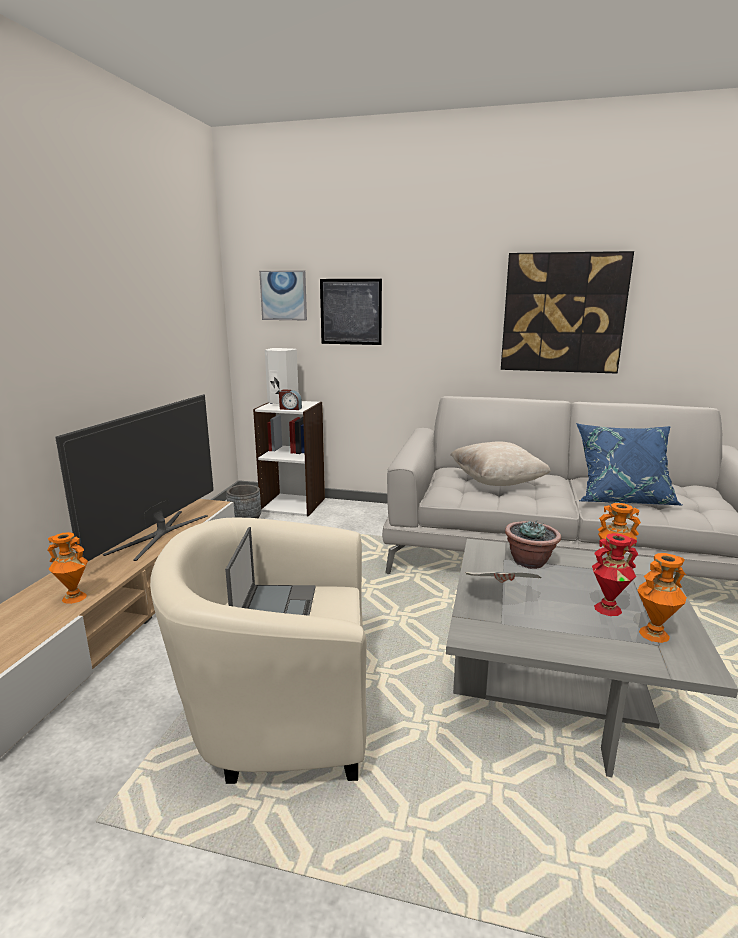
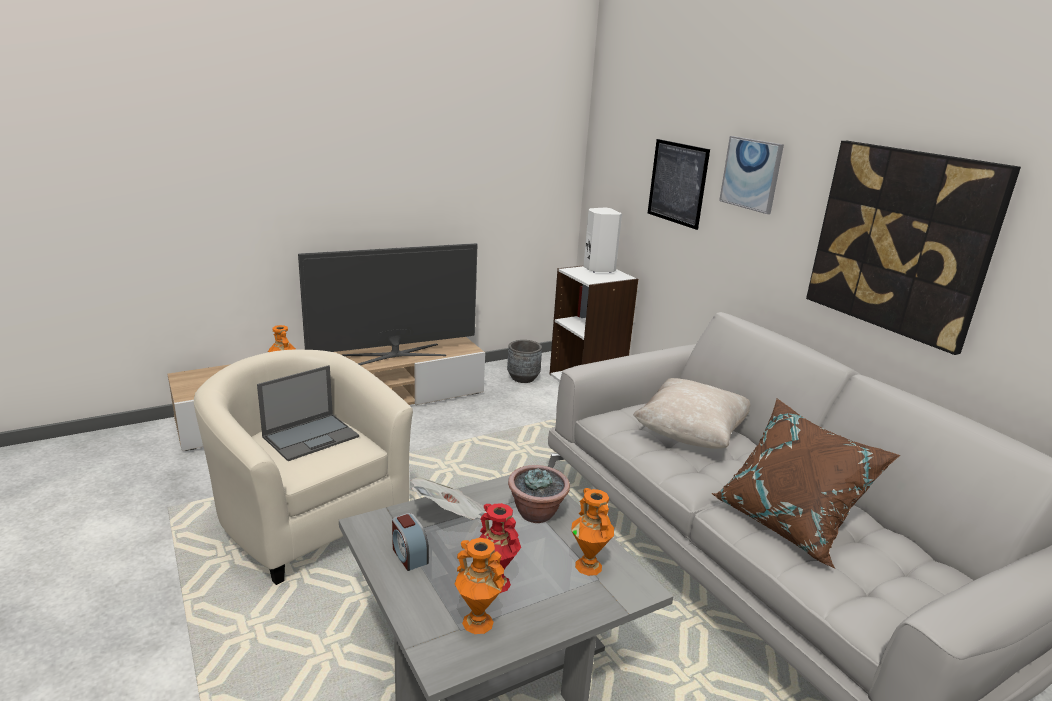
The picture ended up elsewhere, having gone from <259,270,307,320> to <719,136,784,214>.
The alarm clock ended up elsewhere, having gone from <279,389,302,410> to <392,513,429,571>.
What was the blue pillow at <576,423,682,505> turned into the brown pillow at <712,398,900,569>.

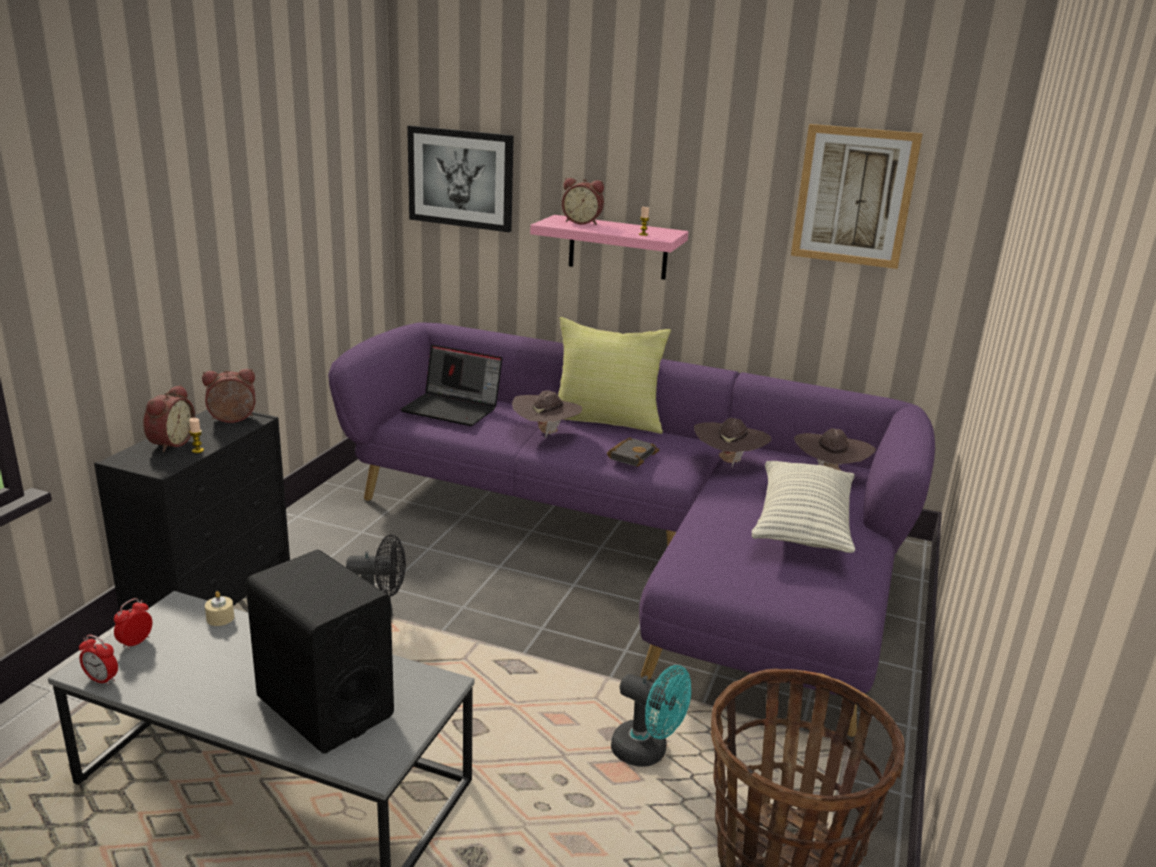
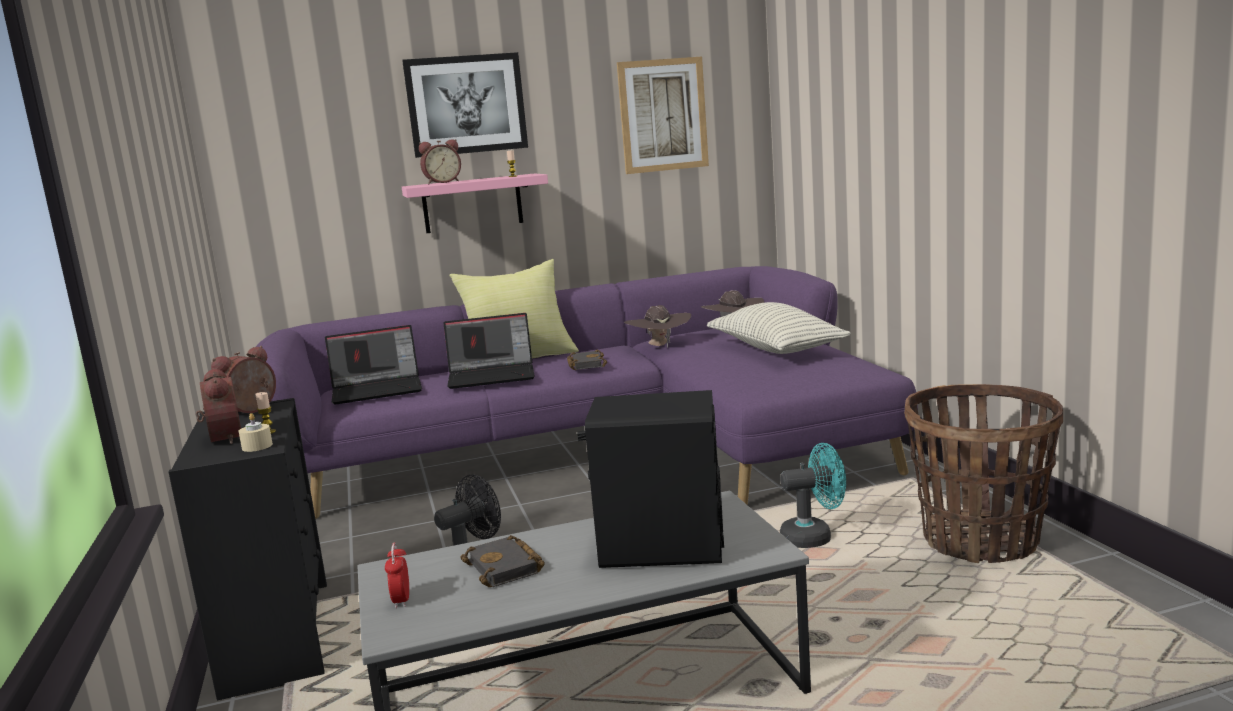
The second view lost the alarm clock at <79,635,118,685>.
The second view gained the black book at <460,535,545,587>.
The beige candle ended up elsewhere, having gone from <205,591,234,626> to <239,413,273,452>.
The picture ended up elsewhere, having gone from <407,125,514,232> to <402,52,528,158>.
Where the brown hat stood at <512,390,582,438>, the laptop came to stand at <444,313,535,389>.

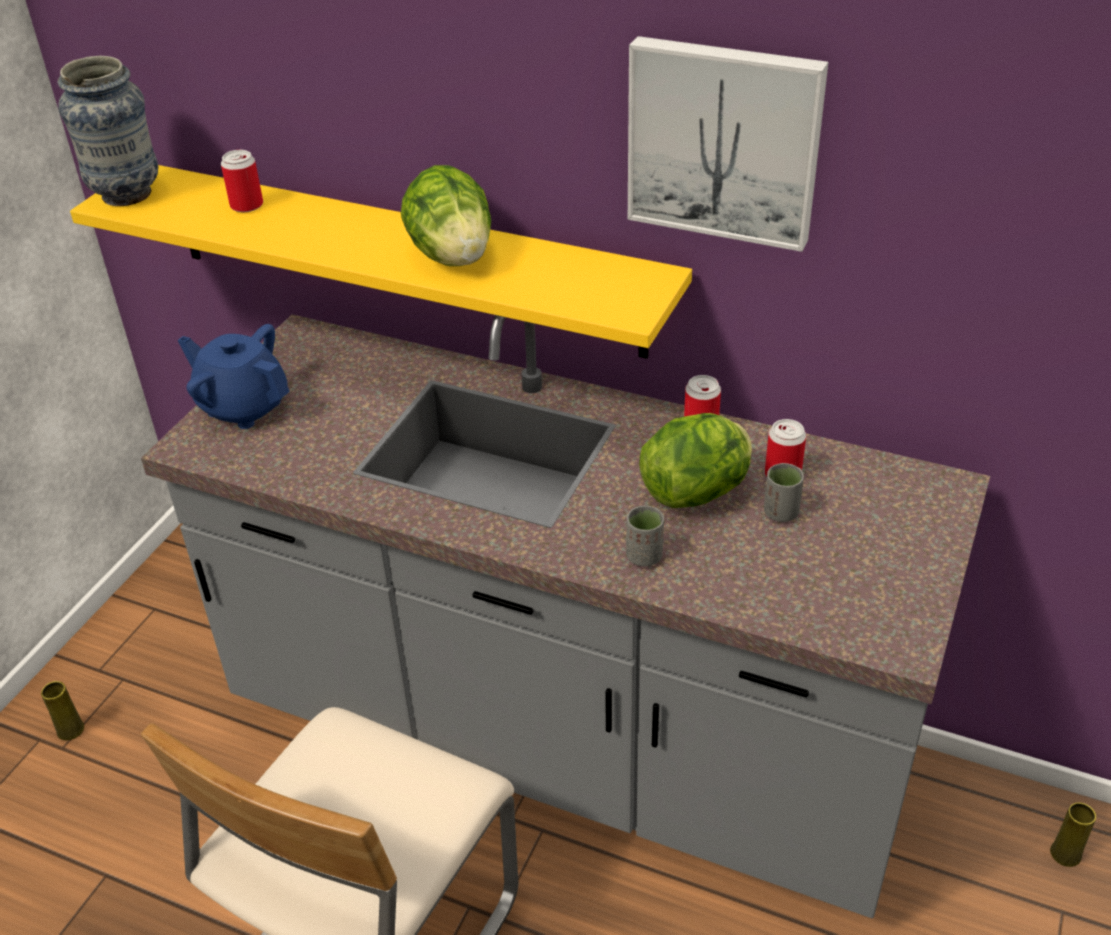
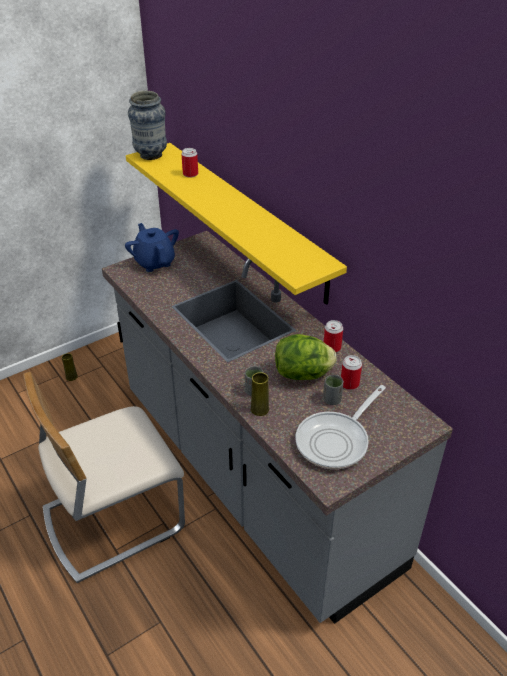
The second view lost the lettuce at <401,165,491,266>.
The second view lost the picture at <628,36,829,252>.
The second view gained the frying pan at <296,385,386,469>.
The yellow vase ended up elsewhere, having gone from <1050,802,1096,867> to <251,372,269,416>.

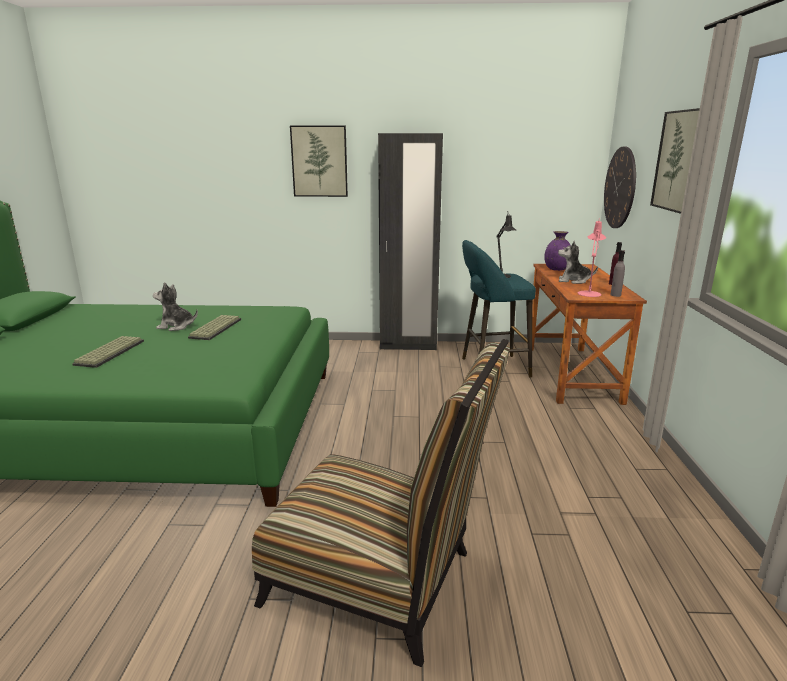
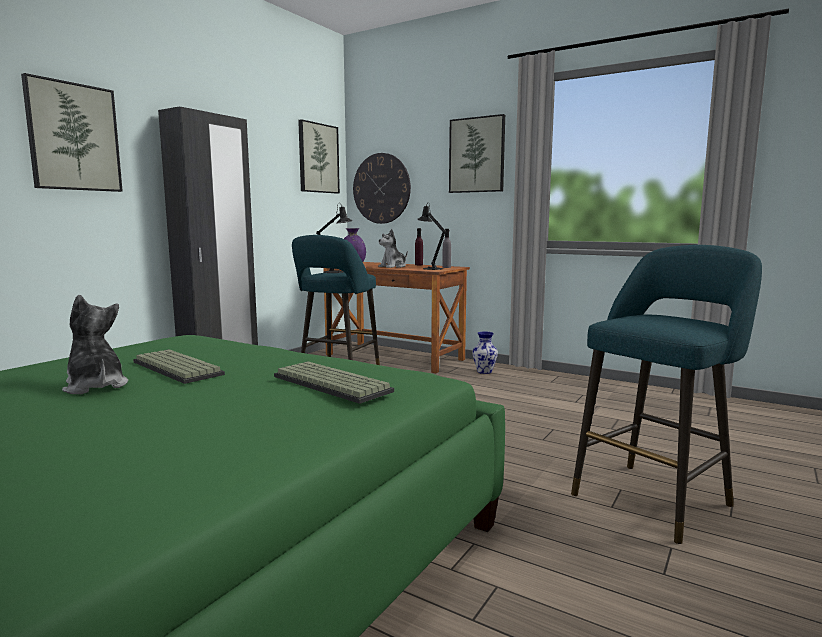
The second view gained the picture at <298,119,340,193>.
The second view gained the vase at <472,331,498,374>.
The keyboard ended up elsewhere, having gone from <72,336,144,368> to <274,361,394,404>.
Where the chair stood at <252,339,510,667>, the turquoise stool came to stand at <571,245,762,544>.
What was the pink table lamp at <578,220,606,297> turned into the black table lamp at <417,202,446,270>.
The plush toy at <153,282,198,331> ended up facing another way, 105 degrees clockwise from before.

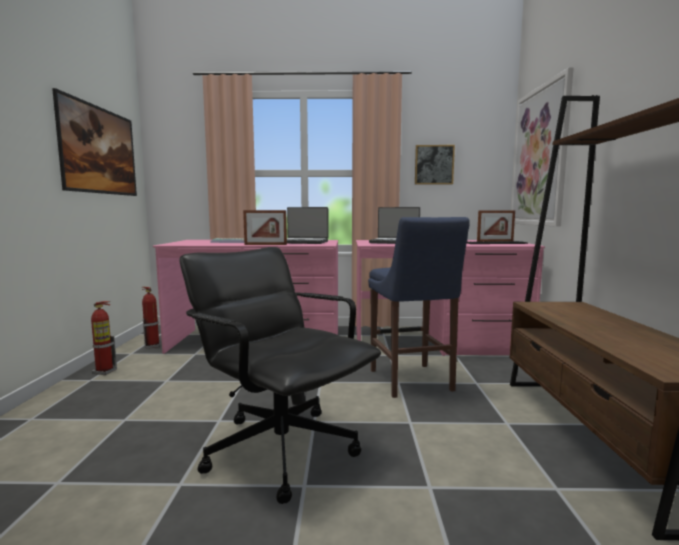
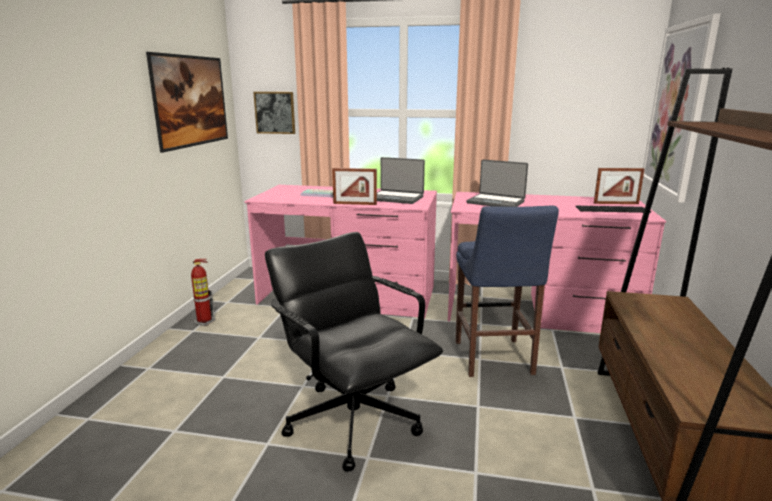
The second view lost the fire extinguisher at <142,287,160,349>.
The picture ended up elsewhere, having gone from <415,145,455,184> to <253,92,295,134>.

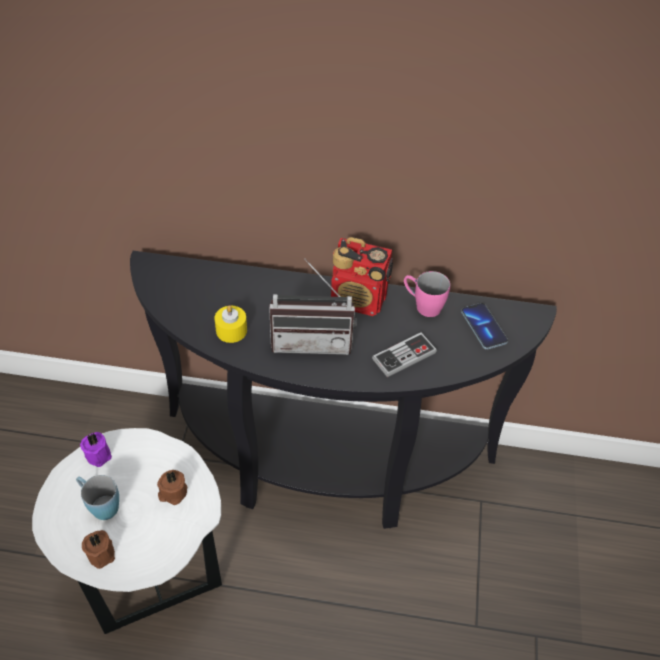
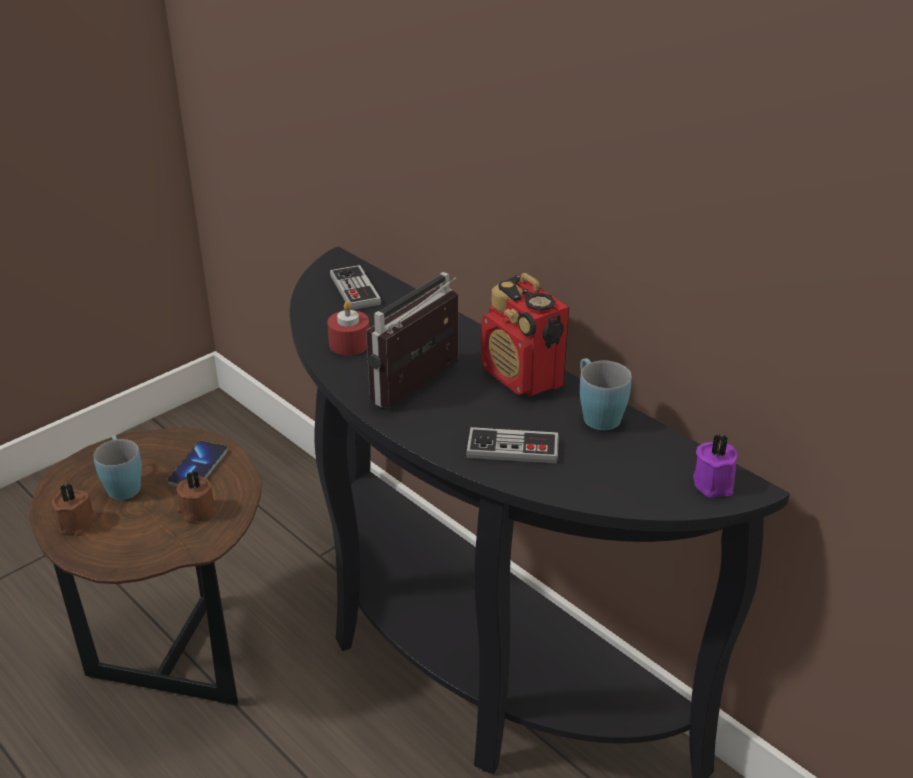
The second view gained the game controller at <330,265,381,310>.
The purple candle ended up elsewhere, having gone from <80,432,112,467> to <693,434,738,498>.
The phone ended up elsewhere, having gone from <461,303,508,349> to <167,441,228,486>.
What was the white side table at <32,428,222,634> turned into the brown side table at <29,427,262,706>.
What was the yellow candle at <215,305,247,343> turned into the red candle at <327,301,370,355>.
What was the pink mug at <404,271,450,317> turned into the blue mug at <580,358,632,430>.
The radio at <269,258,356,355> ended up facing another way, 90 degrees clockwise from before.

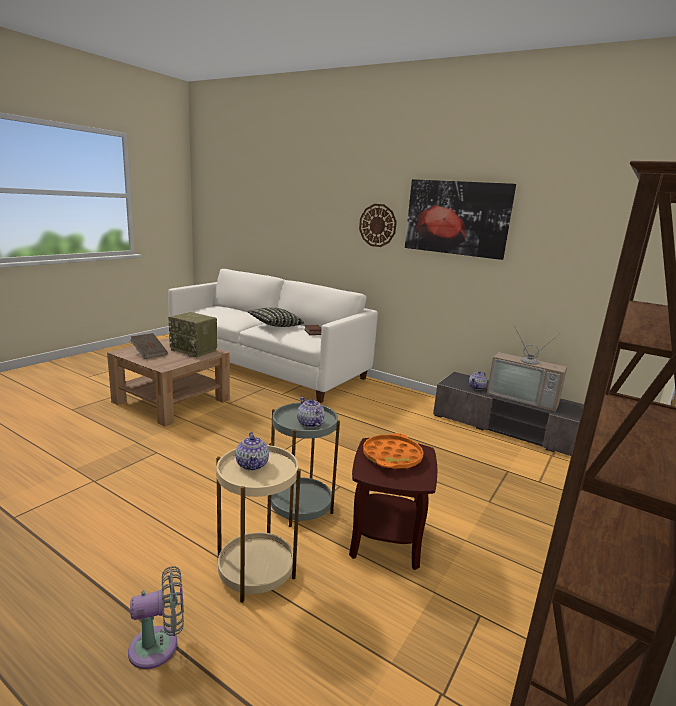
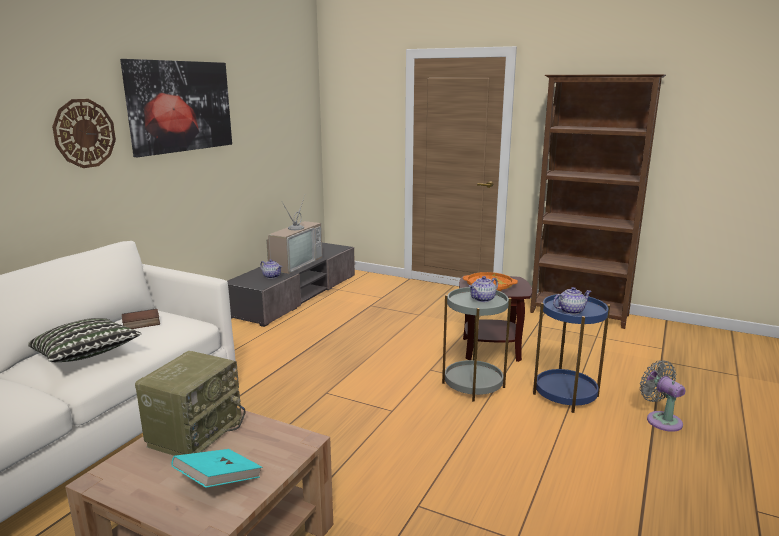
What was the brown book at <130,333,168,359> turned into the turquoise book at <172,449,262,488>.
What was the beige side table at <216,443,301,603> turned into the blue side table at <533,294,610,413>.

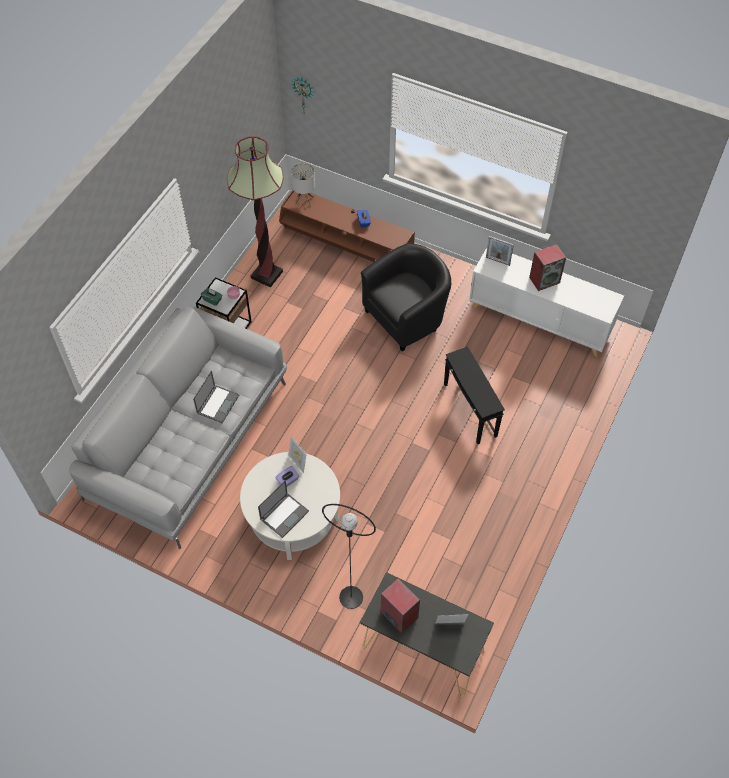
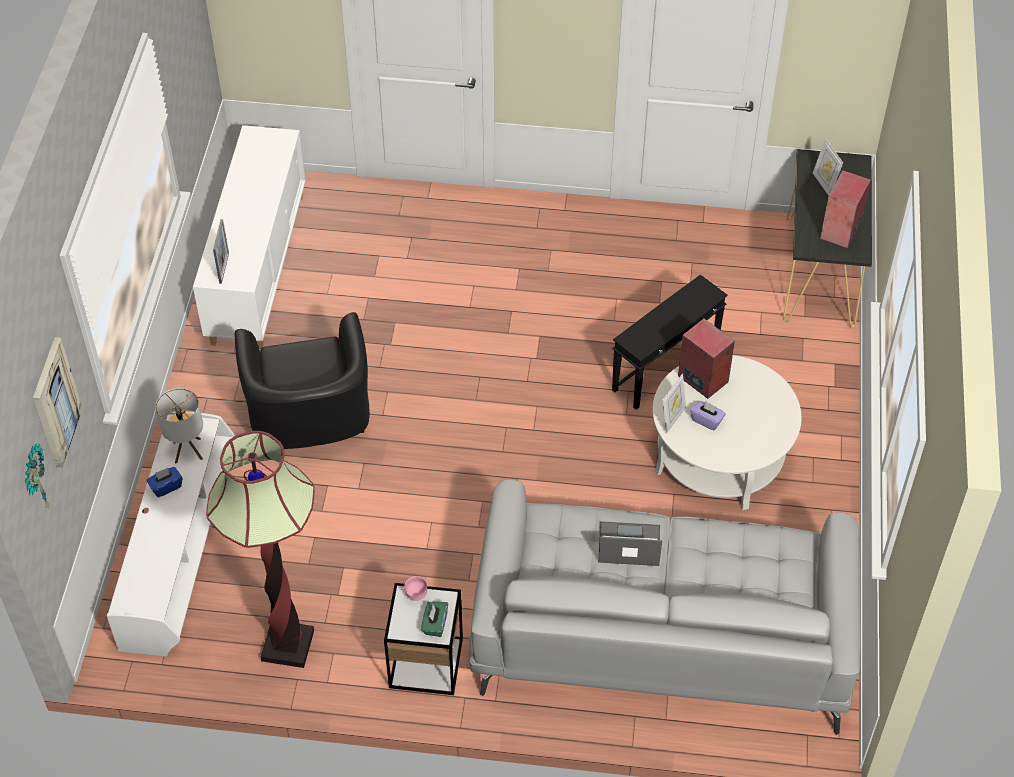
The second view lost the laptop at <258,480,309,538>.
The second view lost the black floor lamp at <322,504,376,609>.
The second view gained the picture at <33,337,83,468>.
The table lamp ended up elsewhere, having gone from <291,163,315,208> to <155,388,203,464>.
The black side table ended up elsewhere, having gone from <444,347,505,444> to <612,275,728,410>.
The speaker ended up elsewhere, having gone from <529,244,566,291> to <678,319,735,399>.
What was the brown tv stand at <279,190,415,262> turned into the white tv stand at <107,411,235,657>.
The black armchair at <361,243,451,351> ended up facing another way, 135 degrees counterclockwise from before.

